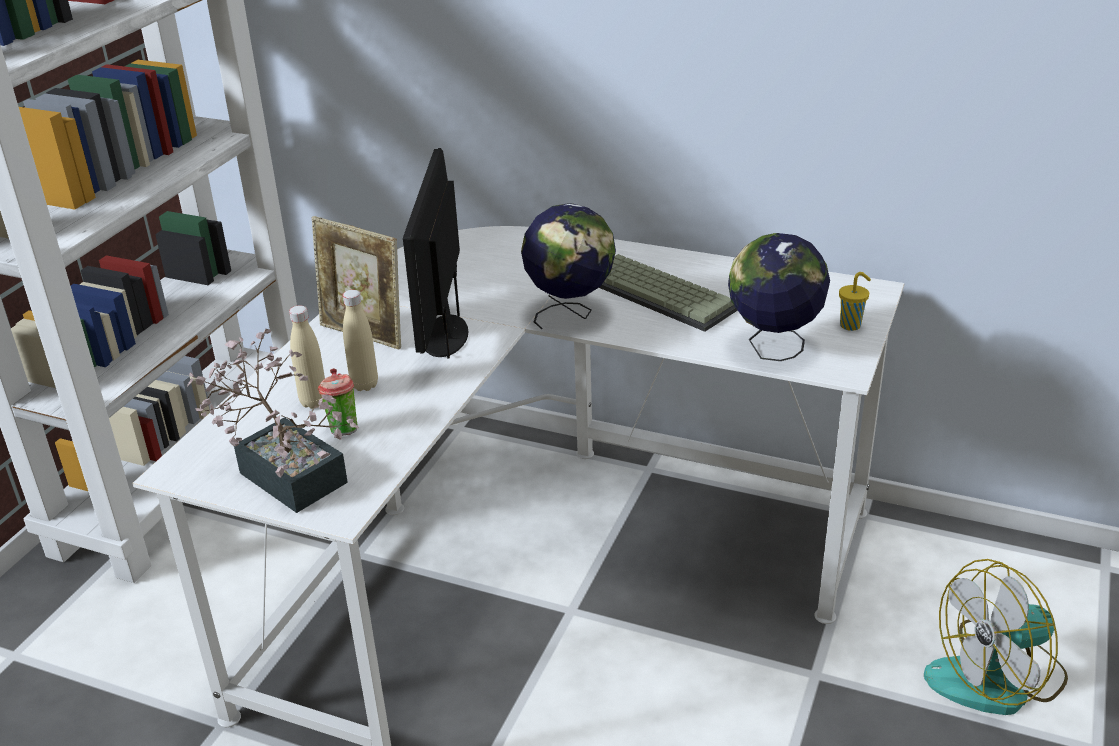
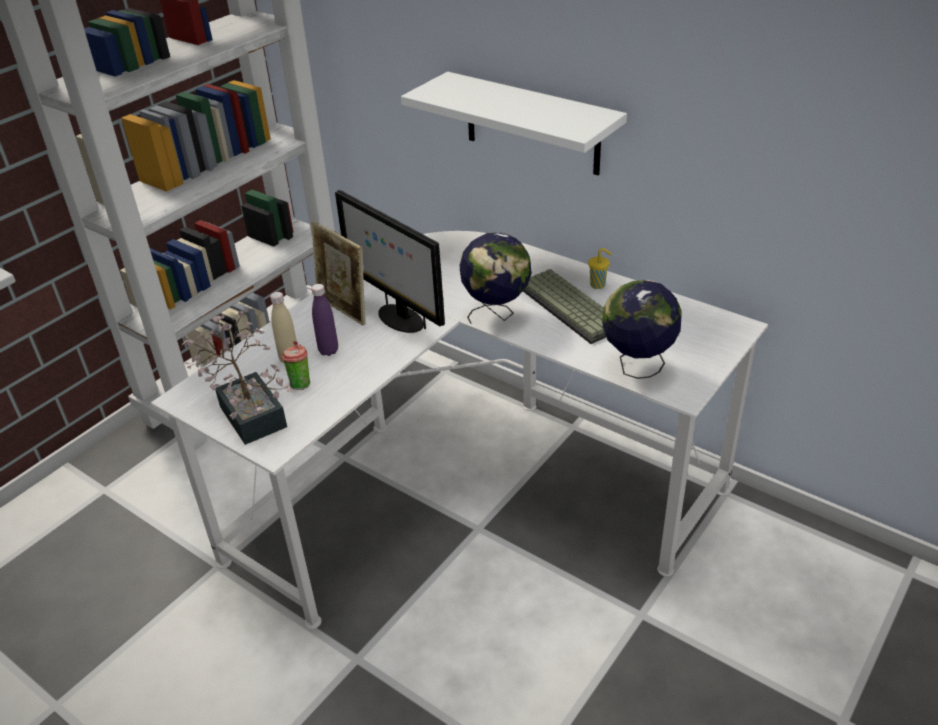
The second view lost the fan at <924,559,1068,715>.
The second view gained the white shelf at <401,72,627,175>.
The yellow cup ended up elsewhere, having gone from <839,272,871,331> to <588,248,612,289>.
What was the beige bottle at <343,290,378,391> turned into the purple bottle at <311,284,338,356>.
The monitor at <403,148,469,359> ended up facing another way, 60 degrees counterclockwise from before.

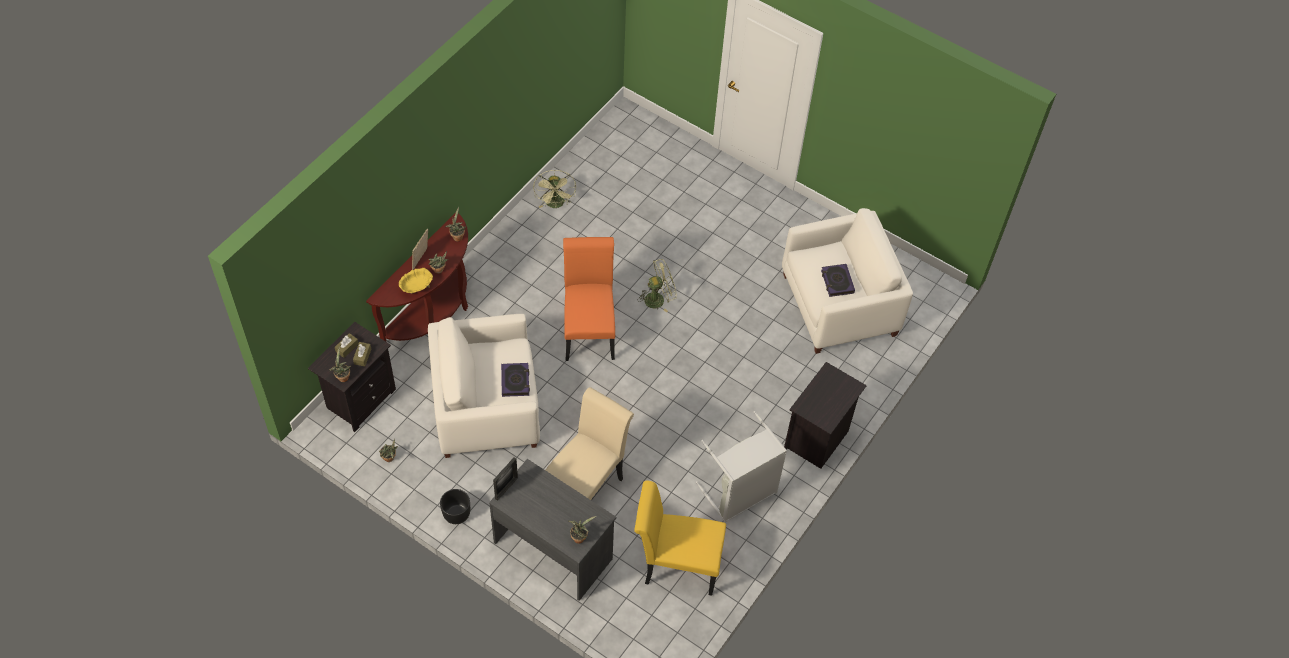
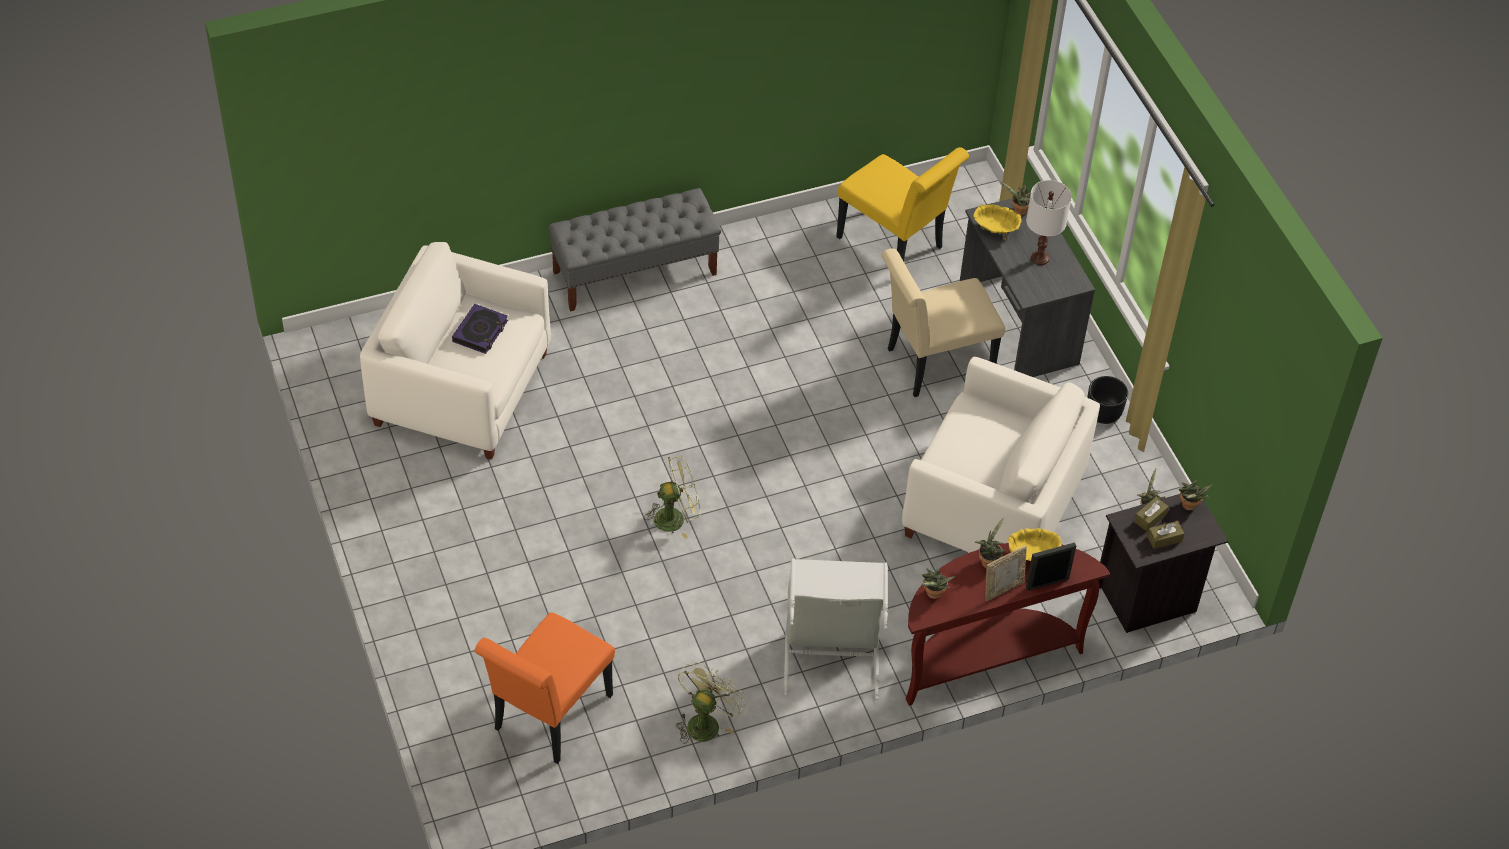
The second view lost the book at <501,363,530,397>.
The second view gained the yellow bowl at <973,204,1021,240>.
The second view gained the white table lamp at <1026,180,1072,265>.
The picture frame ended up elsewhere, having gone from <493,457,518,501> to <1026,542,1076,591>.
The orange chair ended up elsewhere, having gone from <563,237,615,361> to <474,612,615,764>.
The grey laundry basket ended up elsewhere, having gone from <696,411,787,523> to <784,558,888,700>.
Where the black nightstand stood at <784,362,867,469>, the grey bench came to stand at <548,188,721,312>.
The green fan at <639,259,677,312> ended up facing another way, 150 degrees clockwise from before.

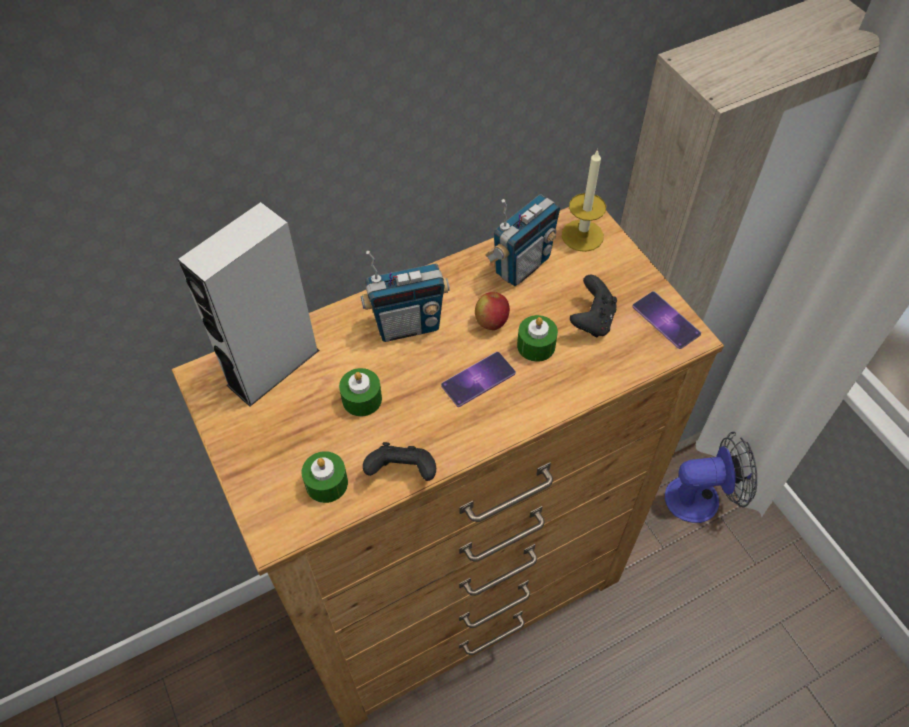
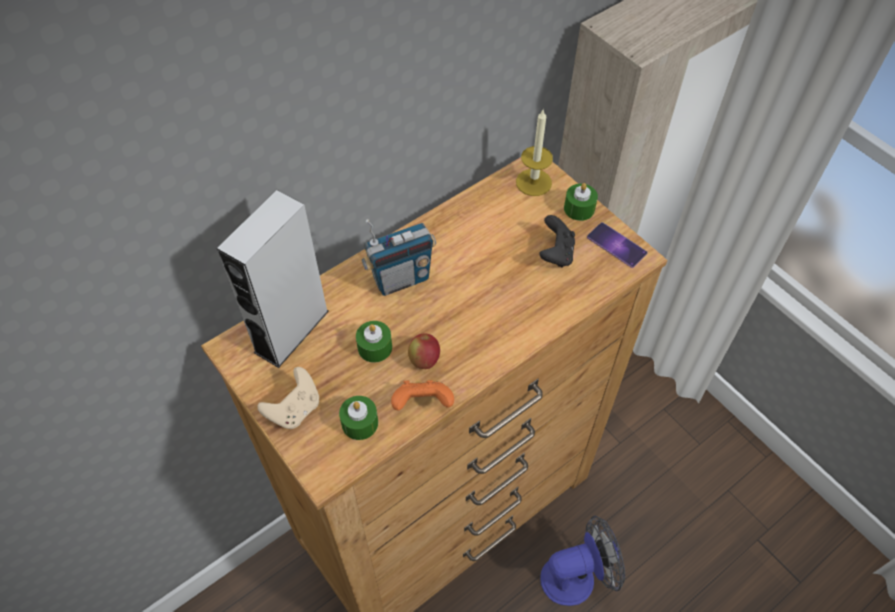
The second view lost the phone at <441,352,516,407>.
The second view lost the radio at <485,194,560,286>.
The second view gained the beige game controller at <257,367,319,429>.
The apple ended up elsewhere, having gone from <475,292,510,330> to <408,333,440,369>.
The green candle ended up elsewhere, having gone from <517,315,558,362> to <564,183,598,221>.
The fan ended up elsewhere, having gone from <665,432,757,523> to <540,515,625,606>.
What was the black game controller at <363,442,436,481> turned into the orange game controller at <391,380,454,411>.

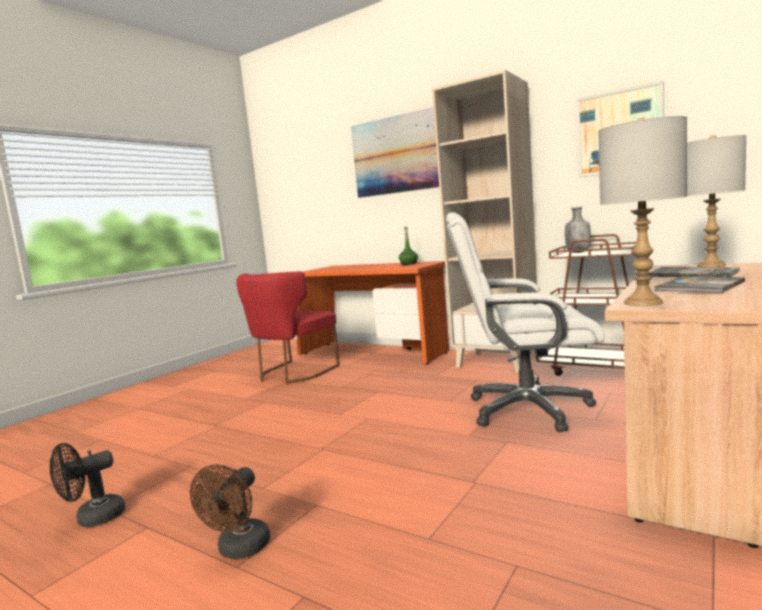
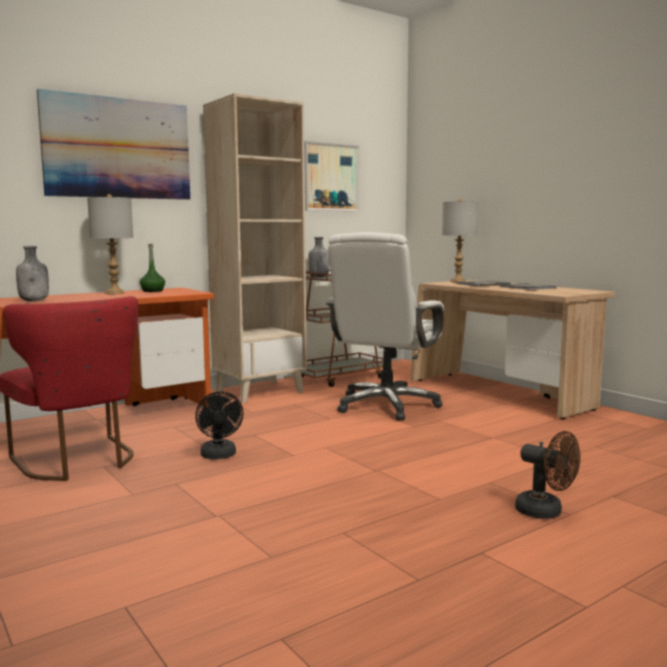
The second view gained the grey bottle at <16,246,49,301>.
The black fan ended up elsewhere, having gone from <50,443,125,527> to <195,392,243,459>.
The grey table lamp ended up elsewhere, having gone from <598,116,687,306> to <87,194,133,294>.

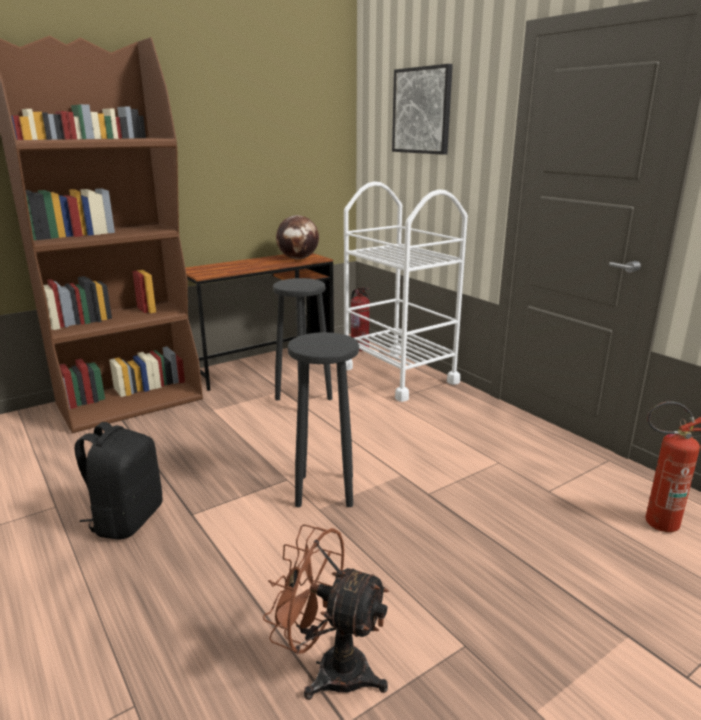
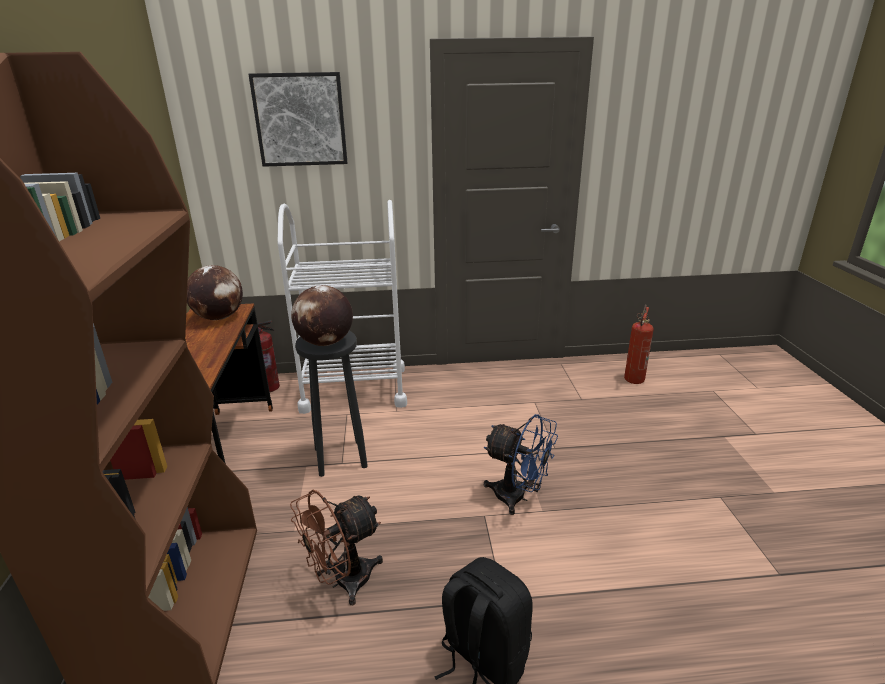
The second view gained the globe at <291,285,353,346>.
The brown fan ended up elsewhere, having gone from <263,524,389,700> to <290,489,383,605>.
Where the black stool stood at <288,332,359,507>, the blue fan came to stand at <484,414,558,515>.

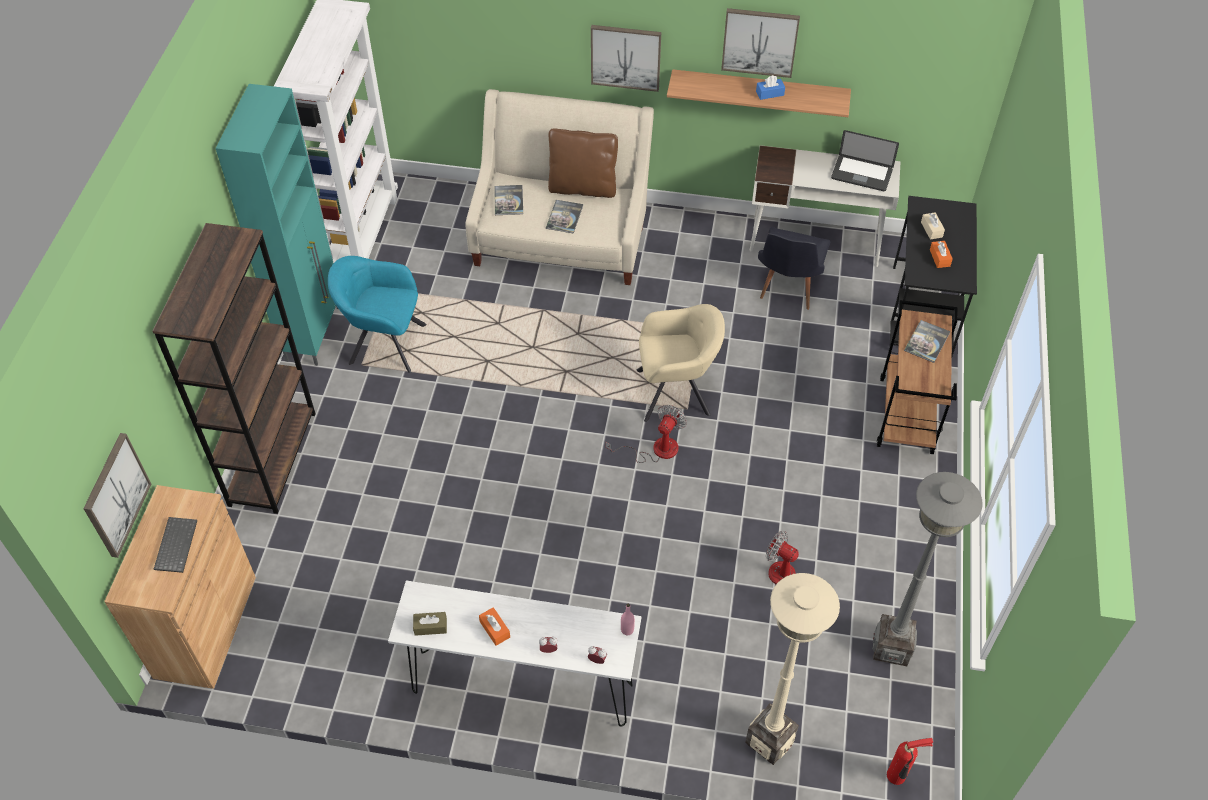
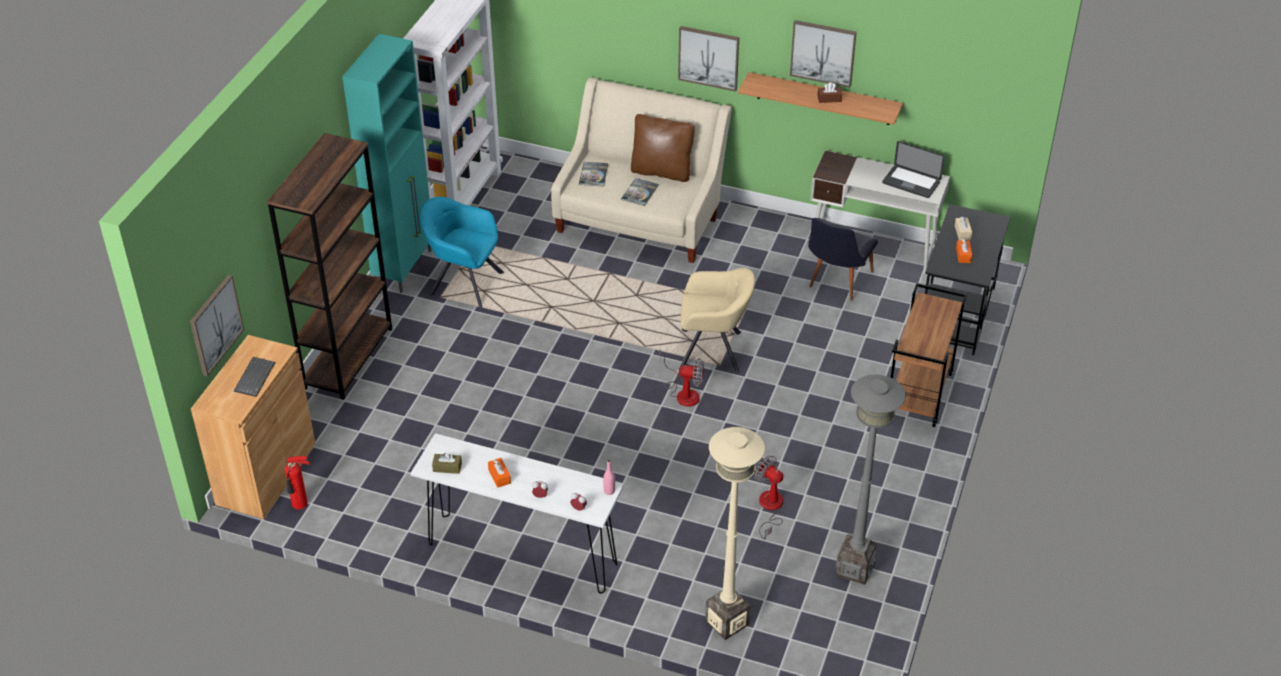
The second view lost the book at <904,320,950,363>.
The fire extinguisher ended up elsewhere, having gone from <887,738,933,785> to <285,456,310,510>.
What was the blue tissue box at <756,75,785,100> turned into the brown tissue box at <817,82,842,103>.
The fan at <605,405,687,463> ended up facing another way, 60 degrees clockwise from before.

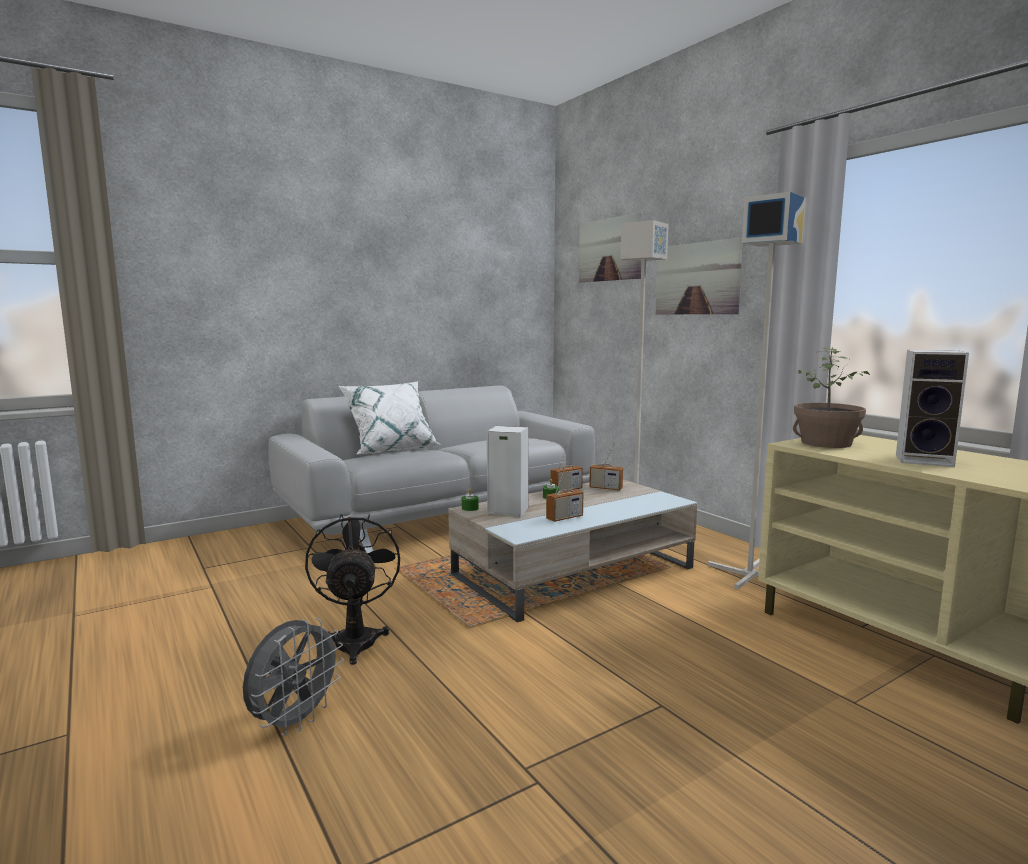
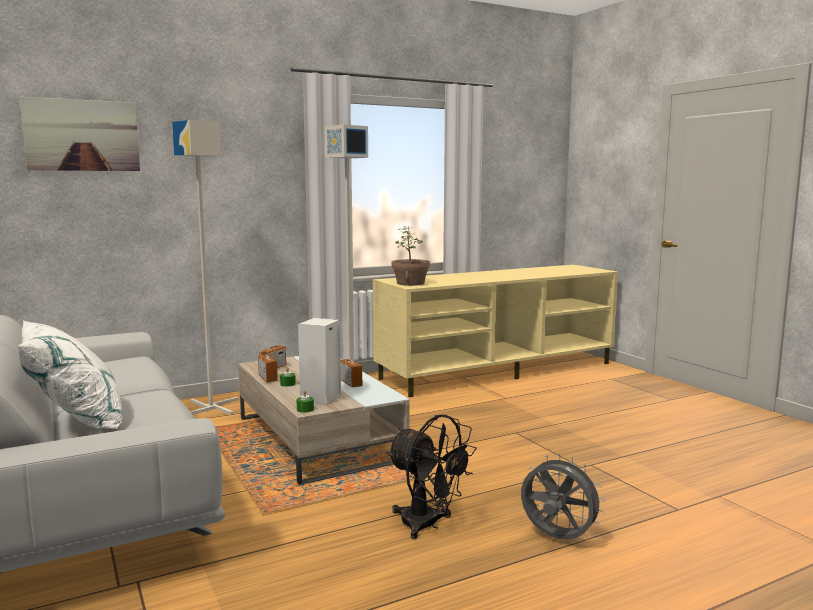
The second view lost the picture at <656,238,743,314>.
The second view lost the speaker at <896,350,969,467>.
The black fan at <305,514,400,665> ended up facing another way, 135 degrees counterclockwise from before.

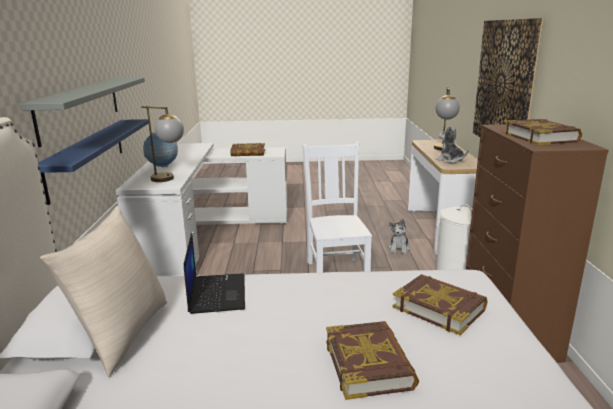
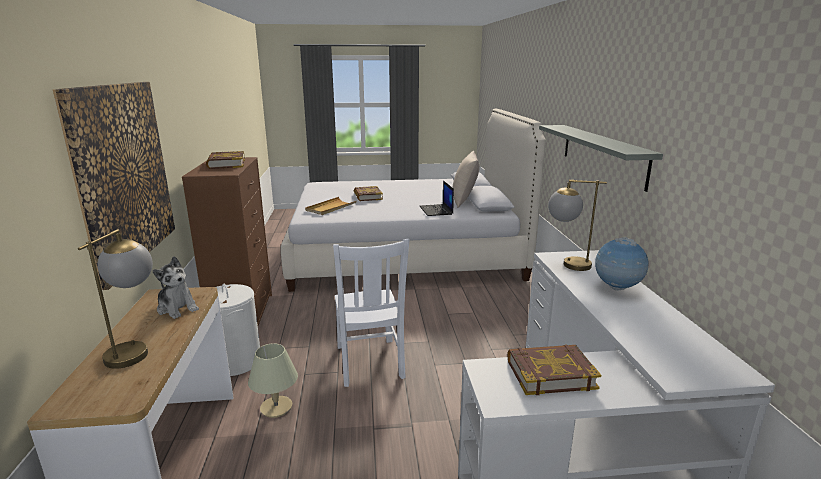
The second view lost the blue shelf at <38,119,149,205>.
Where the plush toy stood at <388,219,410,254>, the beige table lamp came to stand at <248,343,298,418>.
Where the book stood at <393,274,487,335>, the beige tray came to stand at <305,197,357,215>.

